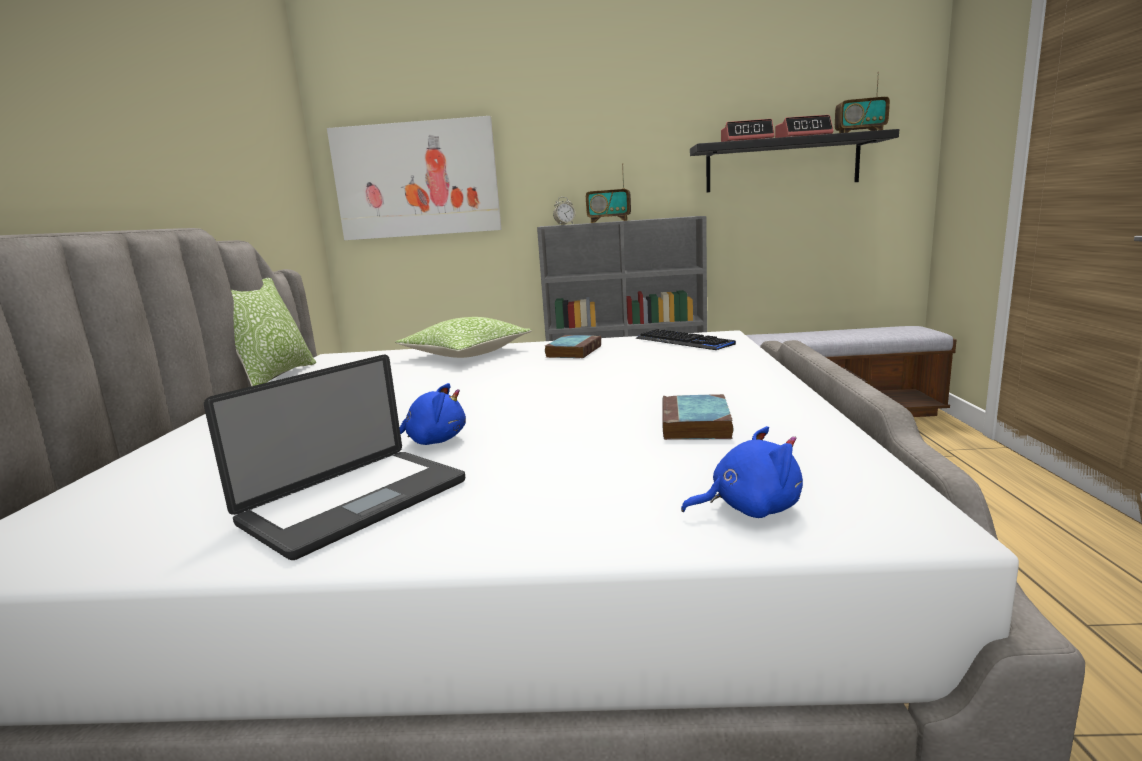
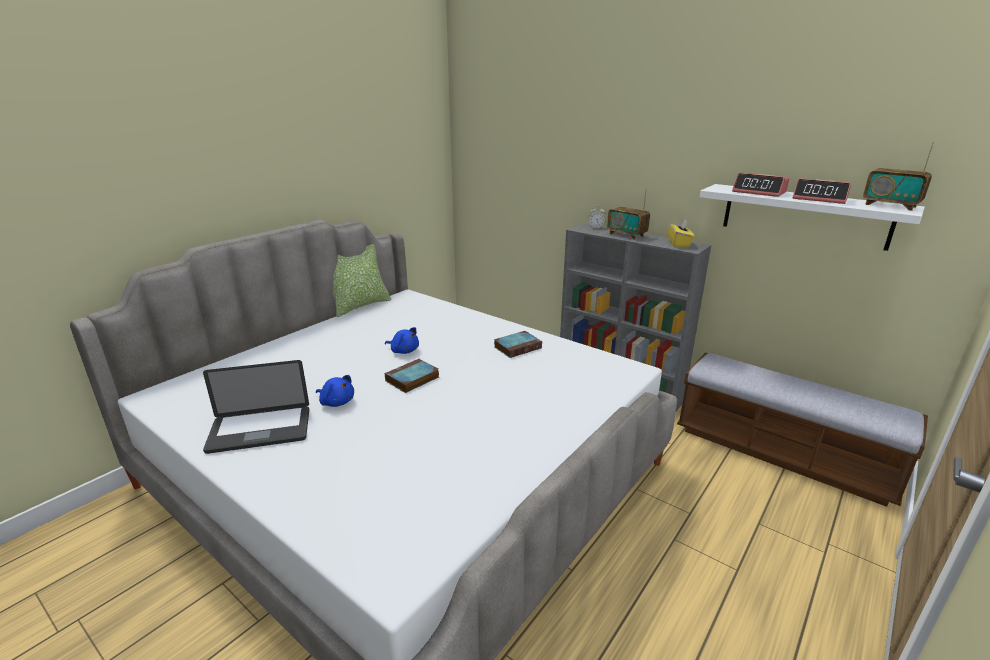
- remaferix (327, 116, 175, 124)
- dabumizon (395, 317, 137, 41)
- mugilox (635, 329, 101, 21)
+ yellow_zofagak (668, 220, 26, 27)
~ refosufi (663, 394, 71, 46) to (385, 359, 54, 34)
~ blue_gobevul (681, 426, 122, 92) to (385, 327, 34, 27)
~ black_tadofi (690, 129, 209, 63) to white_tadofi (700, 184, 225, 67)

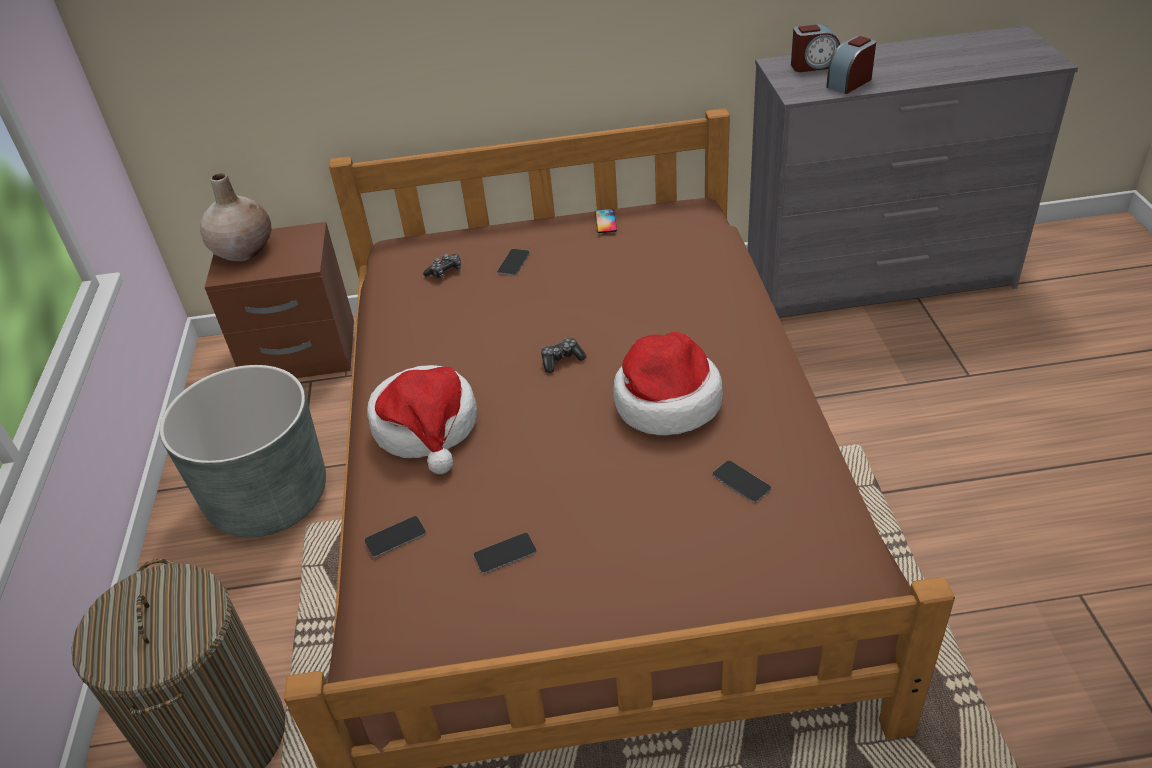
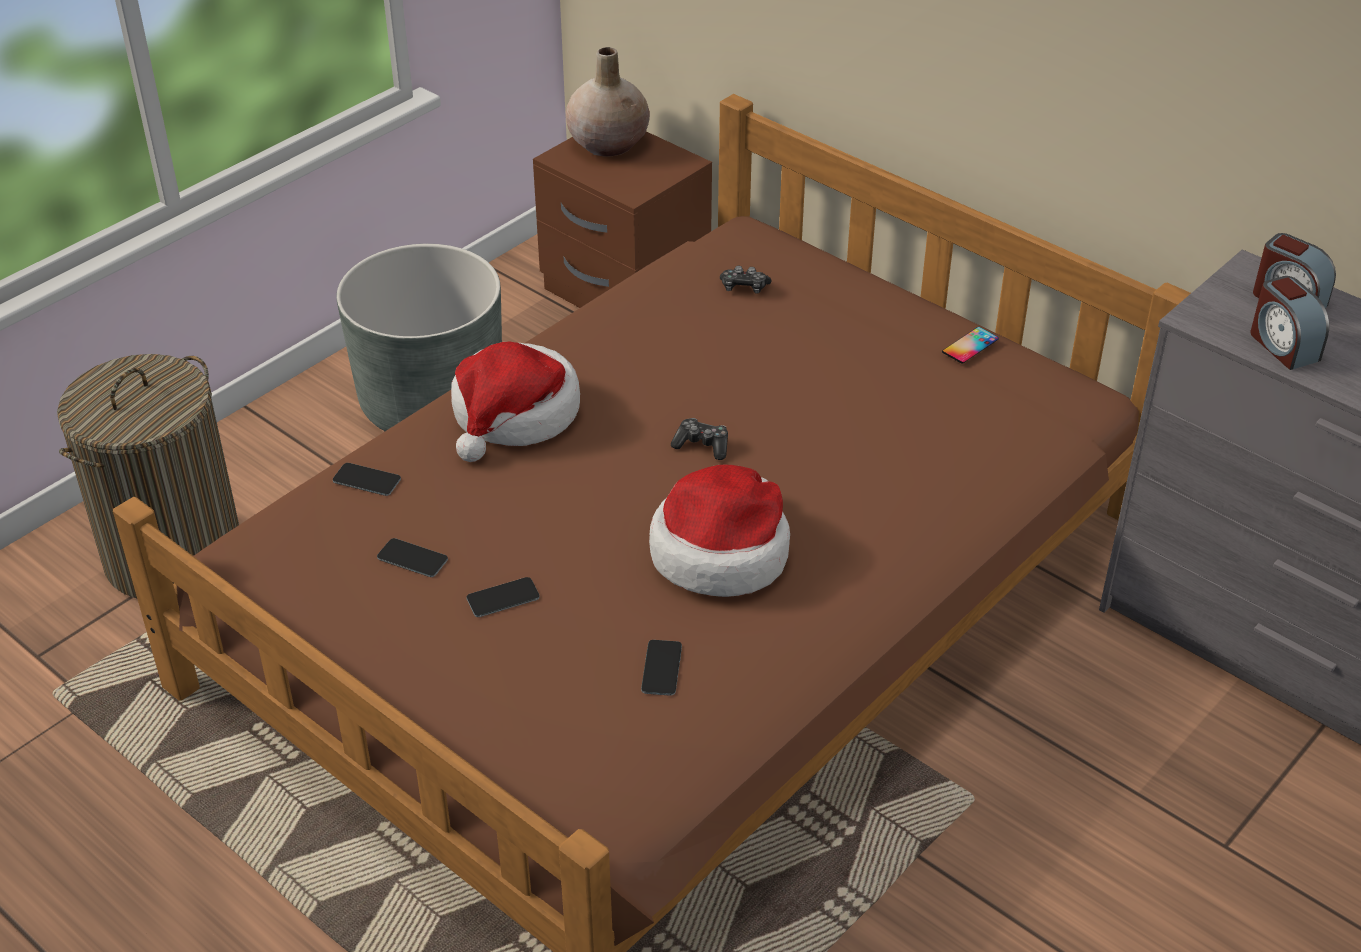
~ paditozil (497, 249, 33, 27) to (466, 577, 74, 40)
~ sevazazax (826, 36, 50, 58) = (1250, 276, 79, 94) 120 degrees counterclockwise

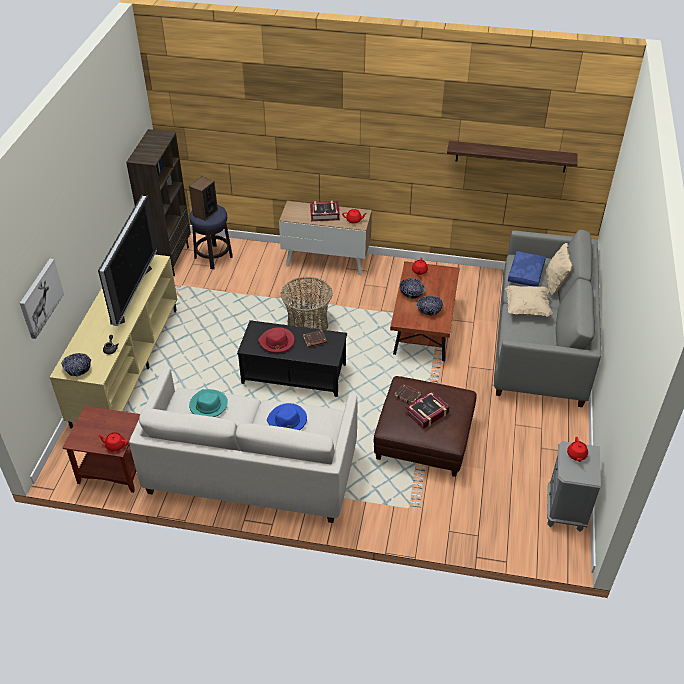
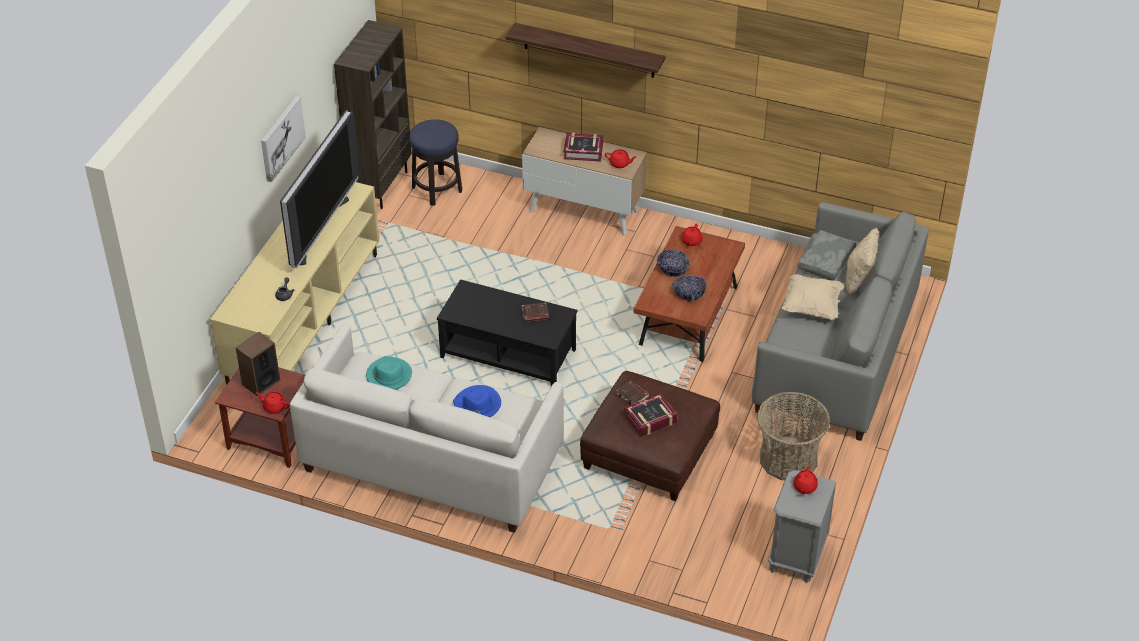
- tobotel (61, 353, 30, 23)
- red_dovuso (258, 327, 37, 26)
~ remaferix (20, 259, 44, 80) to (261, 96, 45, 86)
~ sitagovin (189, 177, 29, 44) to (236, 332, 44, 64)
~ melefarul (281, 277, 51, 53) to (757, 392, 73, 88)
~ tadofi (447, 141, 131, 31) to (505, 23, 160, 55)
~ blue_dabumizon (508, 251, 38, 36) to grey_dabumizon (797, 230, 59, 51)

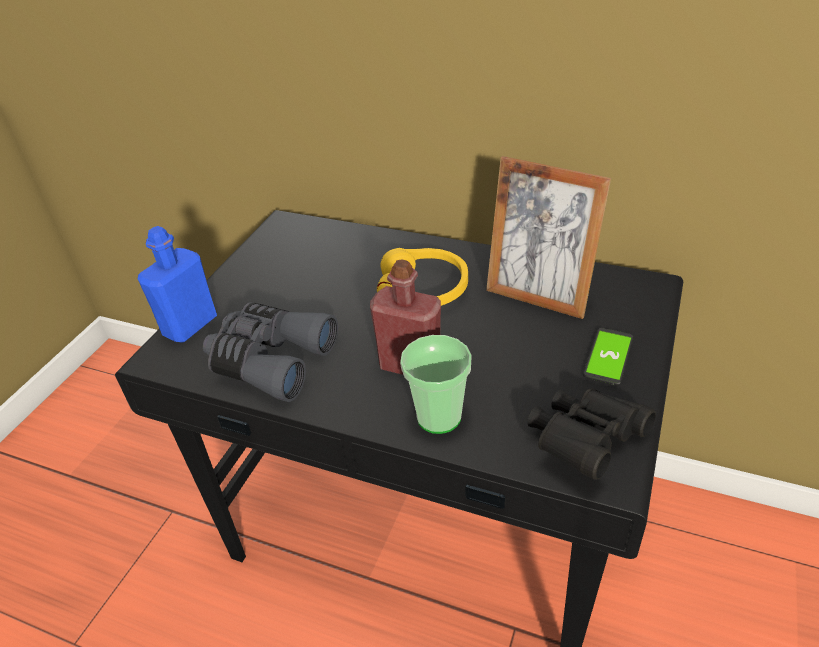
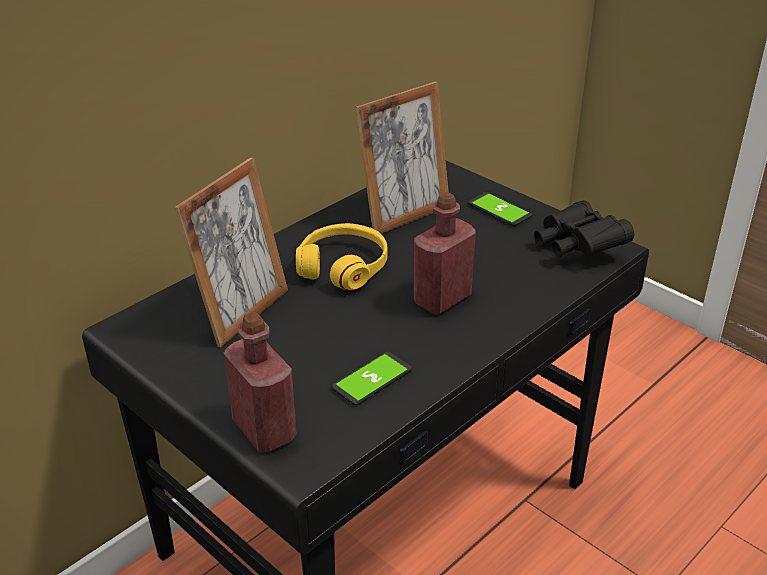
- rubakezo (400, 335, 72, 99)
+ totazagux (174, 158, 114, 189)
~ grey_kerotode (203, 302, 135, 100) to paditozil (332, 352, 80, 53)
~ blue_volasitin (138, 226, 79, 116) to red_volasitin (223, 312, 74, 140)

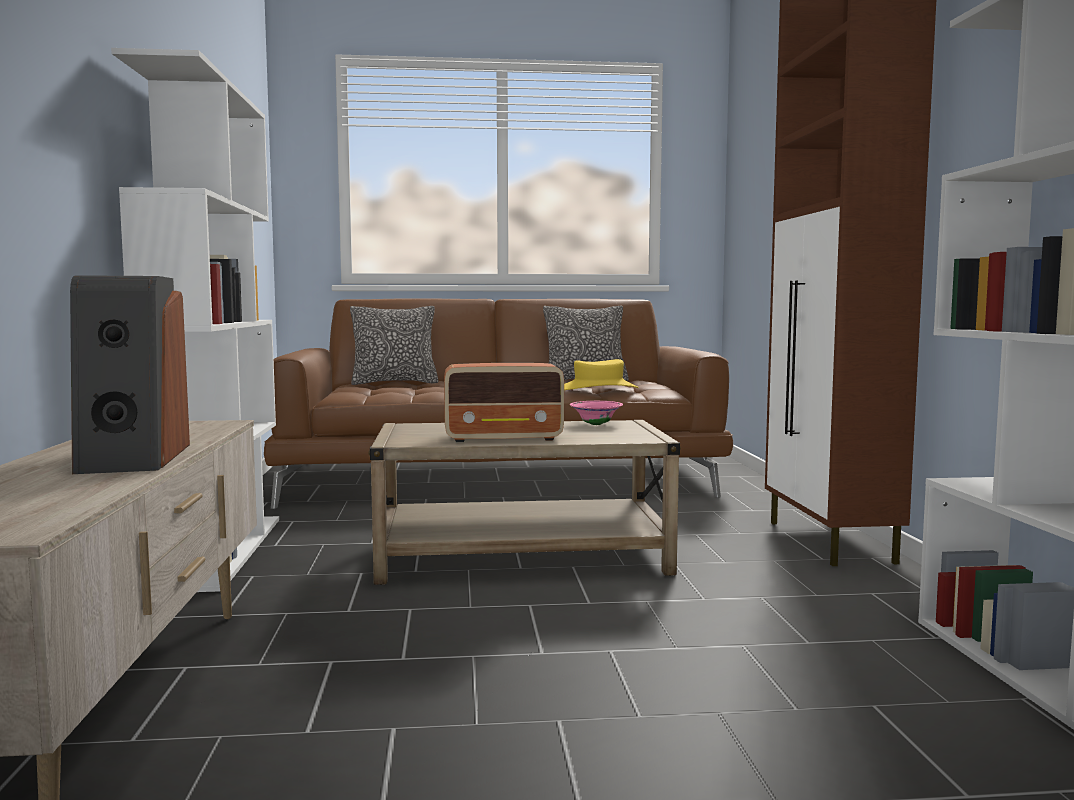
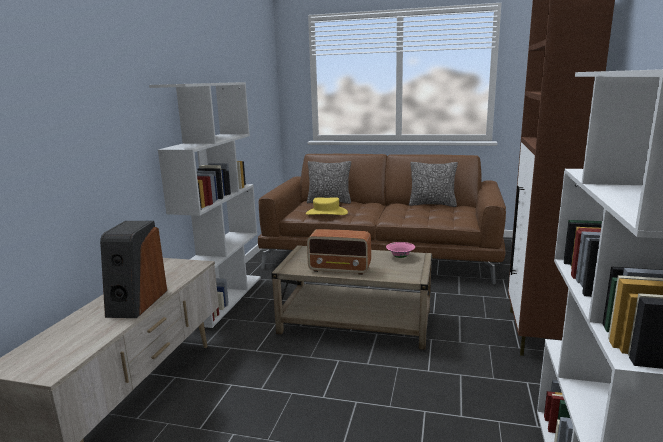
~ yellow_dovuso (564, 359, 75, 31) to (306, 197, 42, 18)

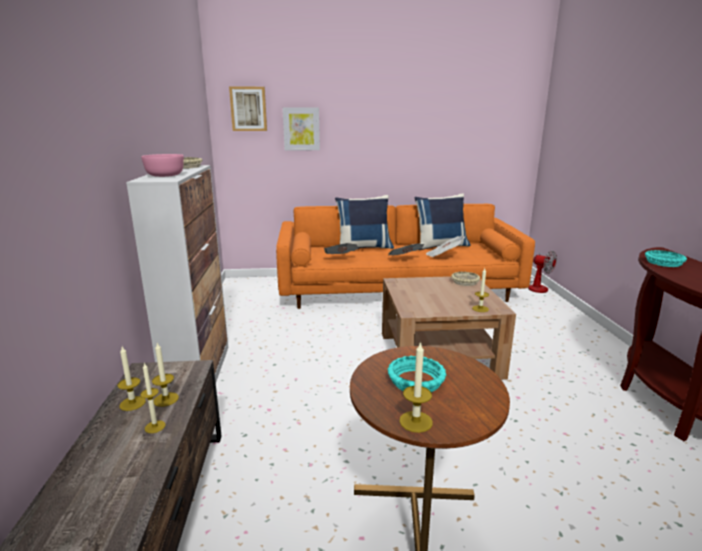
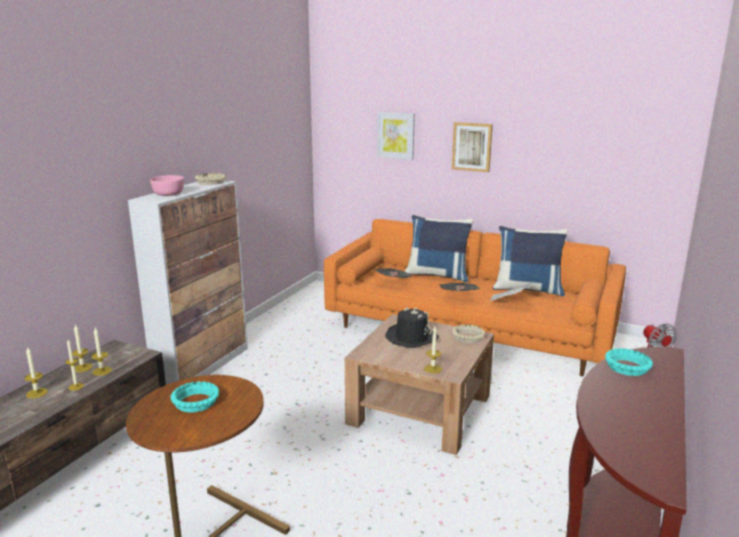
+ black_dovuso (385, 307, 54, 41)
~ remaferix (229, 87, 38, 44) to (452, 122, 41, 50)
~ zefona (399, 341, 34, 92) to (24, 347, 24, 52)

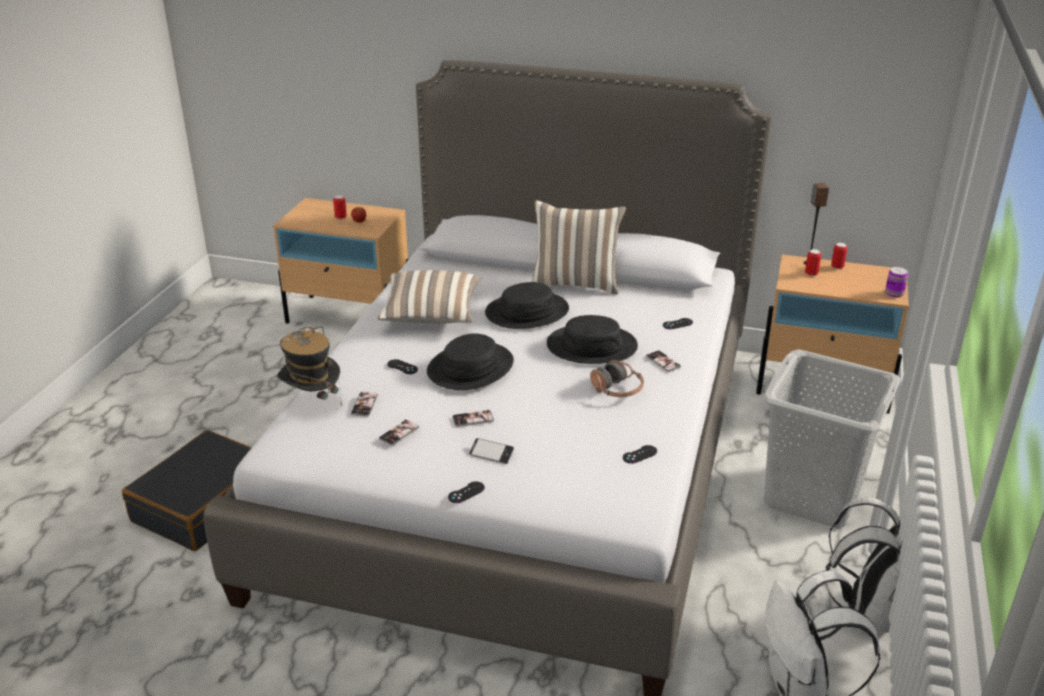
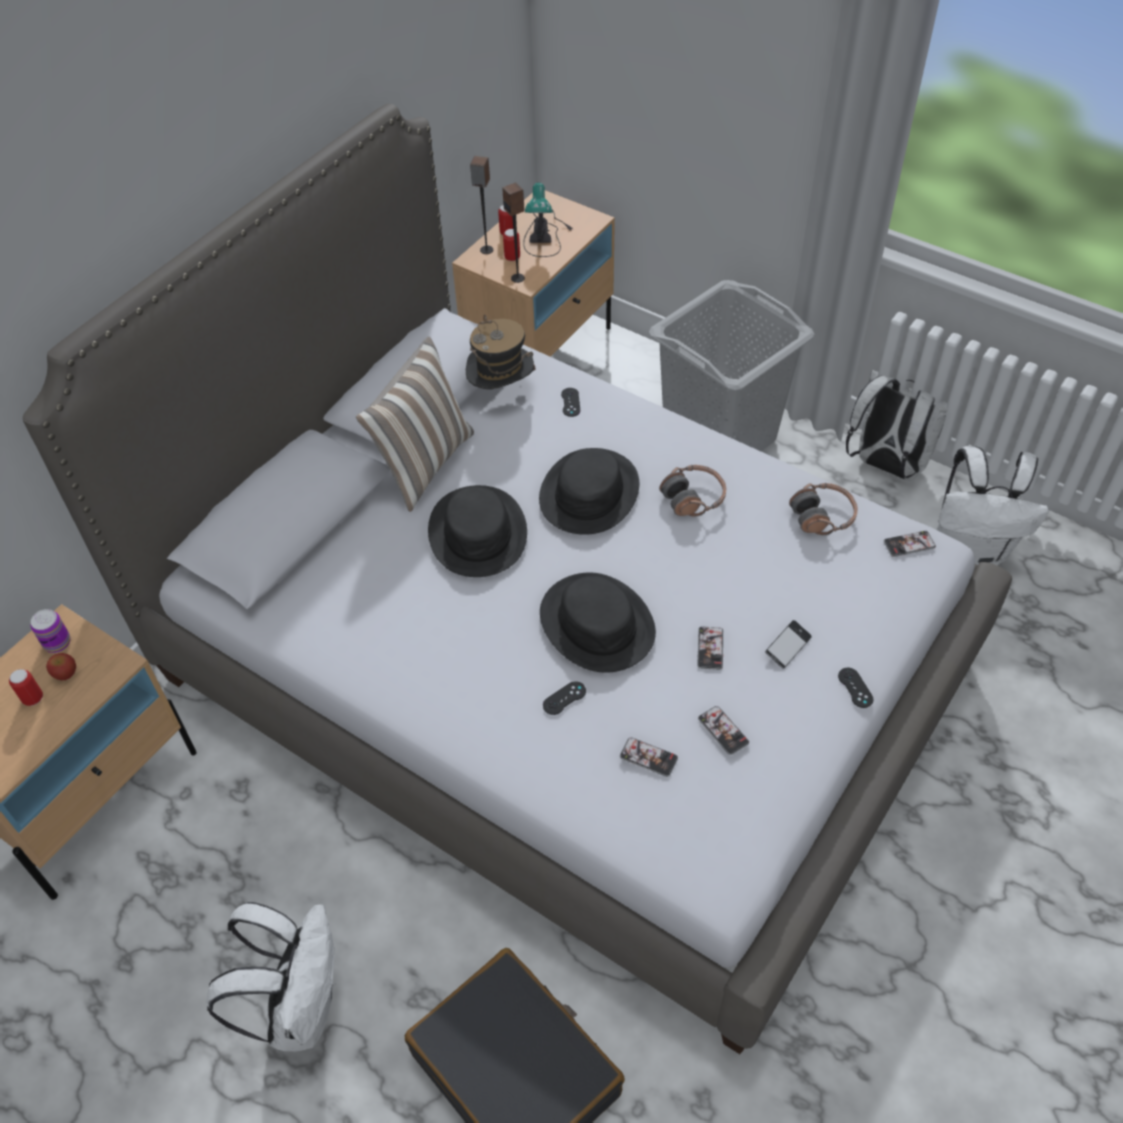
- dabumizon (377, 270, 105, 54)
+ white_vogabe (206, 902, 130, 150)
+ sitagovin (502, 183, 23, 100)
+ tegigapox (523, 182, 49, 75)
~ dovuso (277, 326, 65, 81) to (466, 314, 69, 76)
~ paditozil (646, 350, 35, 22) to (884, 531, 52, 26)
~ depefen (885, 267, 23, 31) to (30, 609, 41, 44)
~ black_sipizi (623, 445, 34, 19) to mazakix (789, 483, 69, 52)

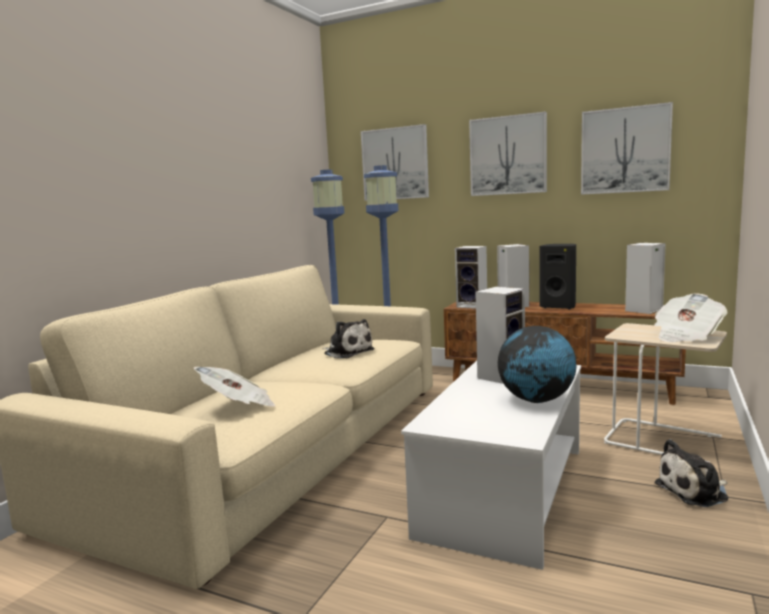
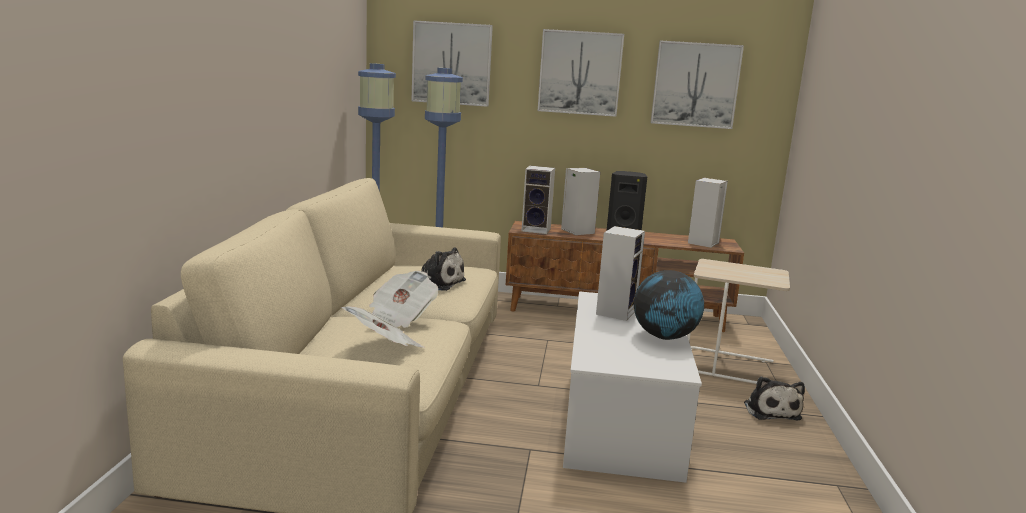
~ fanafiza (654, 293, 74, 49) to (369, 271, 69, 57)
~ gobevul (655, 439, 74, 68) = (744, 376, 61, 45) 60 degrees counterclockwise

